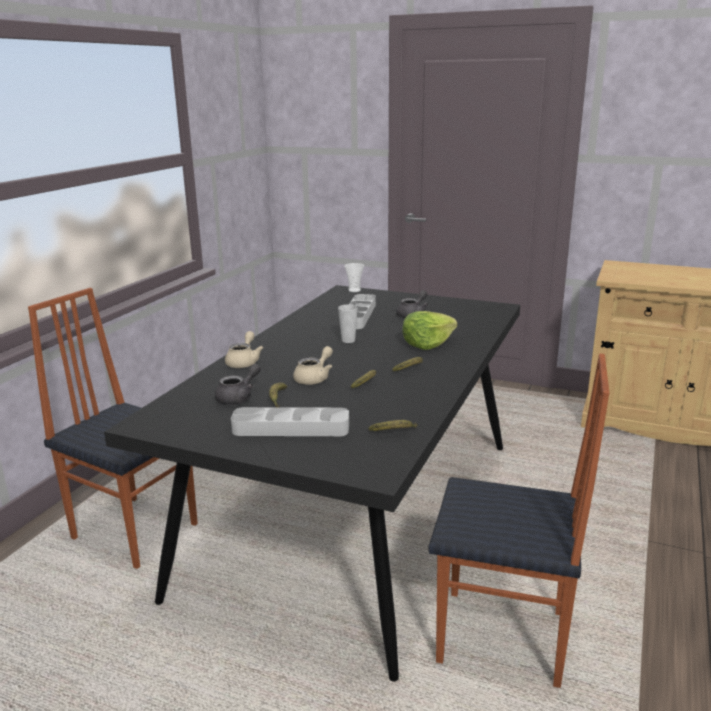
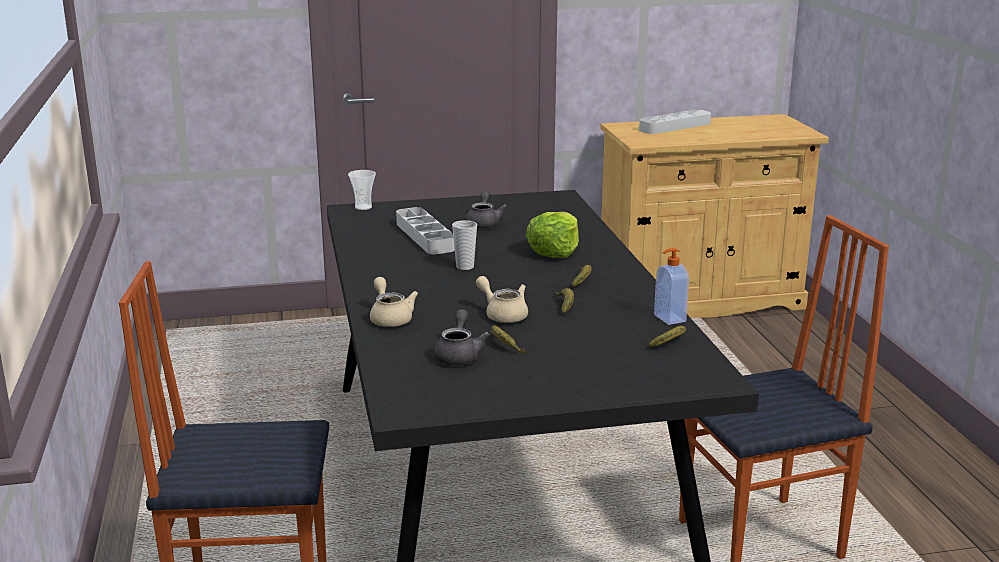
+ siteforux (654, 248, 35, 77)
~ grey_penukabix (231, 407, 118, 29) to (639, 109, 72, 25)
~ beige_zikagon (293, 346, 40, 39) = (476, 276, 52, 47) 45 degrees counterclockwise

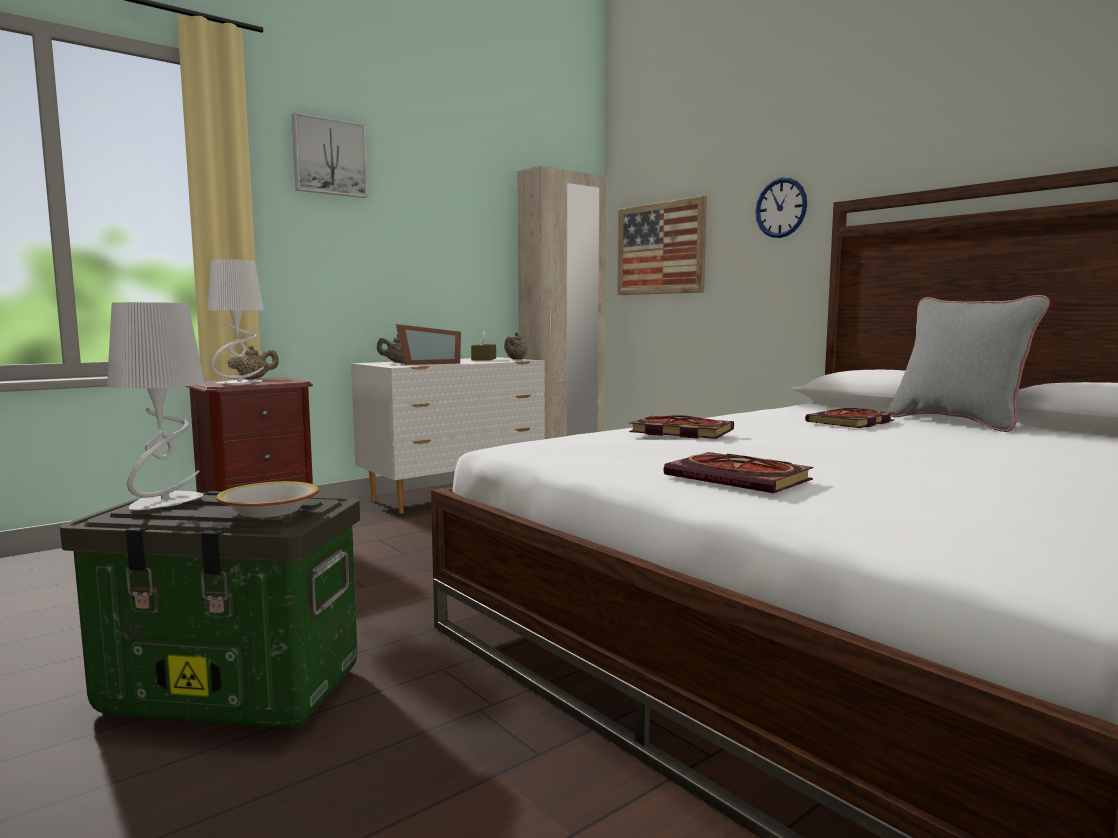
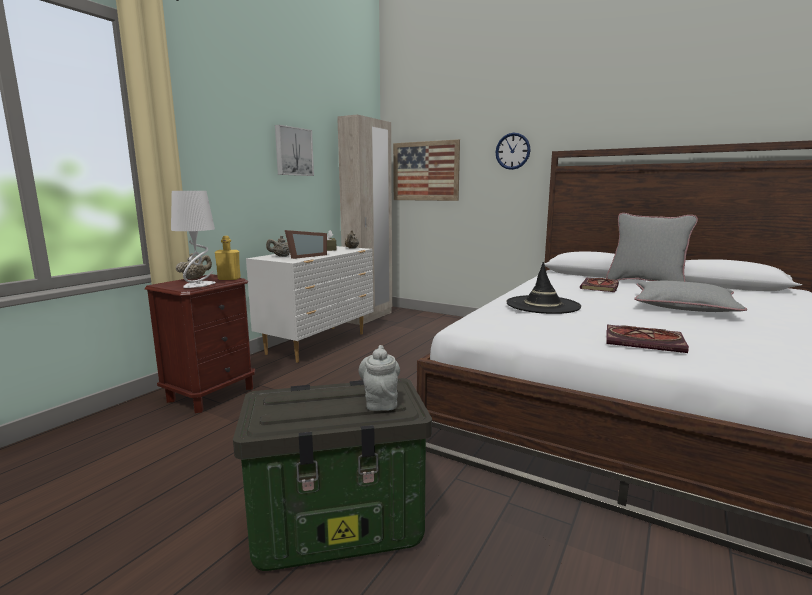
- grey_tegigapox (107, 302, 97, 208)
+ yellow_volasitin (215, 236, 26, 44)
+ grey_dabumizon (634, 281, 113, 31)
~ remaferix (292, 112, 76, 86) to (275, 125, 39, 51)
~ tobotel (217, 481, 102, 38) to grey_zikagon (358, 345, 42, 66)
~ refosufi (629, 415, 105, 24) to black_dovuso (506, 262, 75, 52)

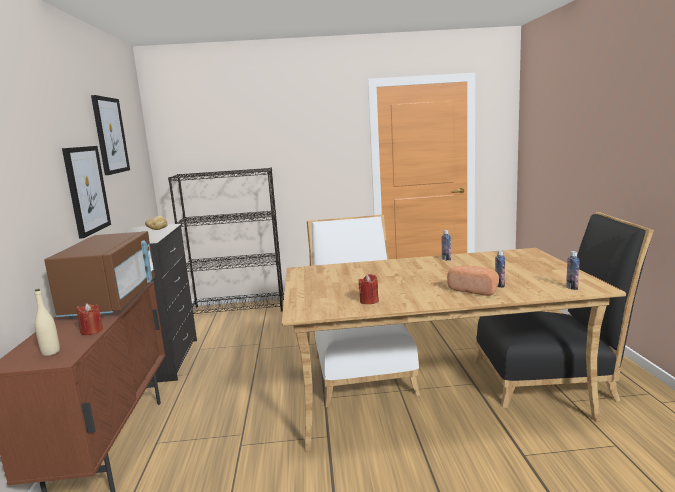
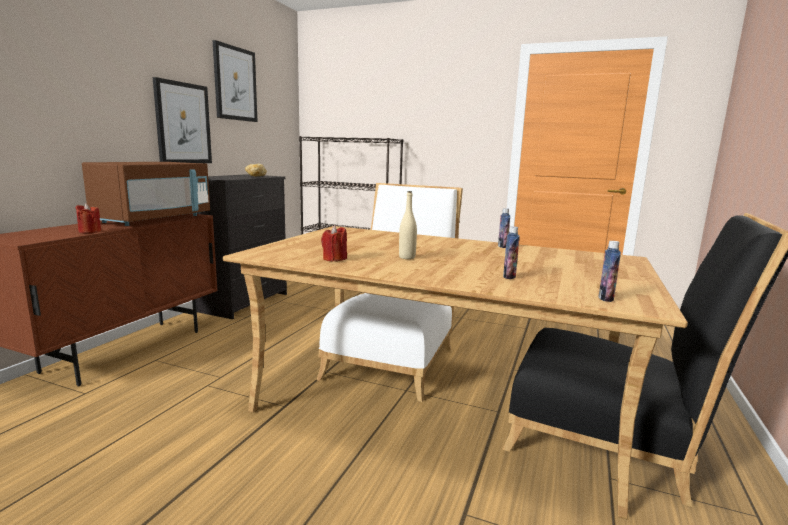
- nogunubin (447, 265, 52, 31)
~ beige_volasitin (34, 289, 26, 67) to (399, 191, 18, 68)

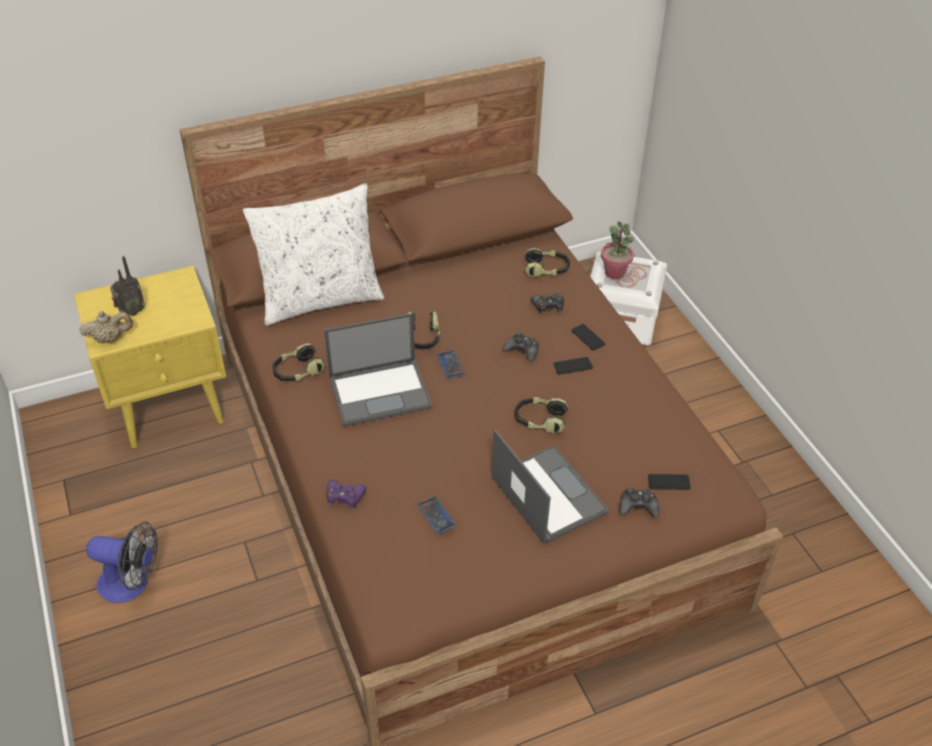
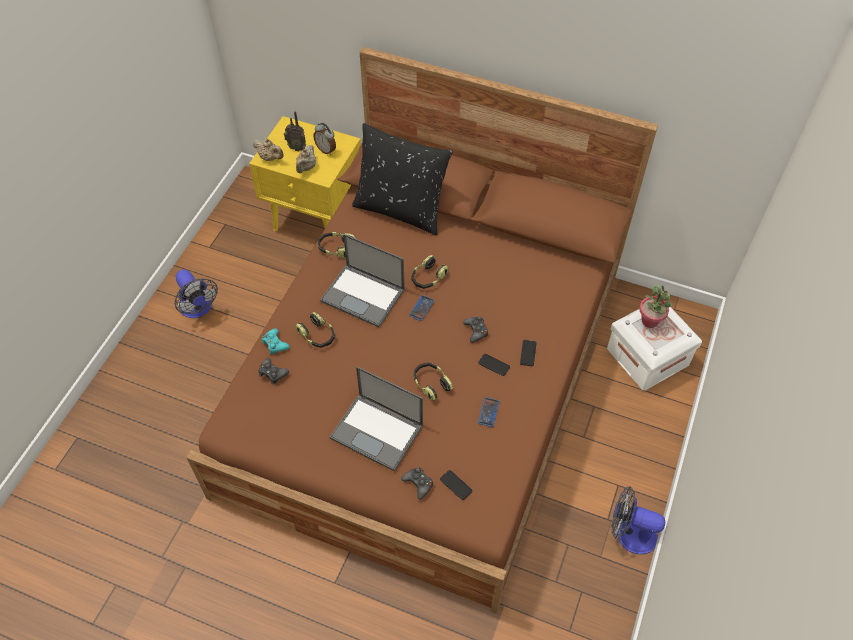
+ beige_zikagon (296, 145, 20, 28)
+ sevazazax (313, 123, 23, 32)
+ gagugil (612, 486, 53, 68)
~ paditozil (418, 496, 38, 38) to (478, 397, 22, 30)
~ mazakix (525, 248, 45, 29) to (296, 312, 39, 36)
~ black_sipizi (531, 293, 33, 21) to (258, 358, 31, 26)
~ white_dabumizon (243, 183, 141, 142) to black_dabumizon (352, 123, 101, 113)
~ purple_sipizi (326, 480, 40, 29) to turquoise_sipizi (262, 328, 28, 26)
~ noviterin (491, 429, 118, 116) = (330, 366, 93, 105) 105 degrees clockwise

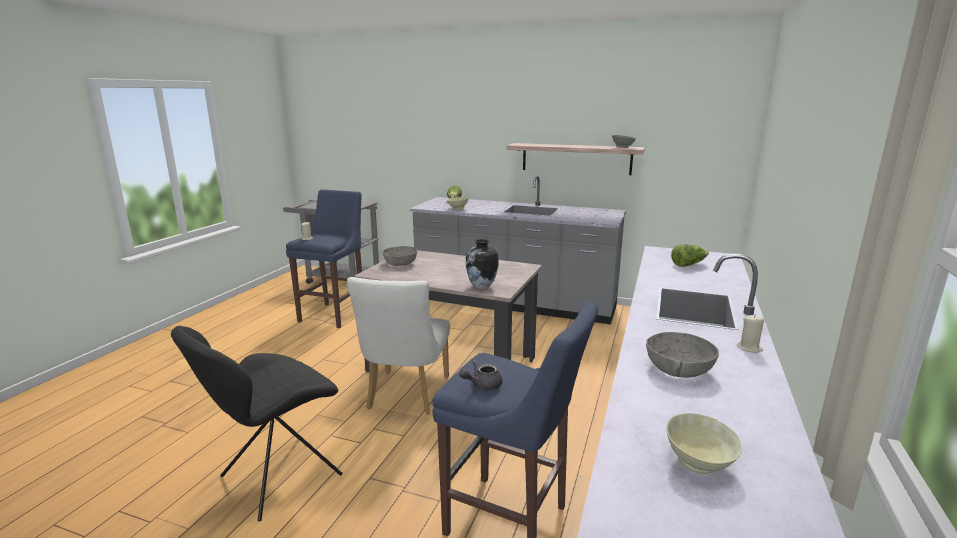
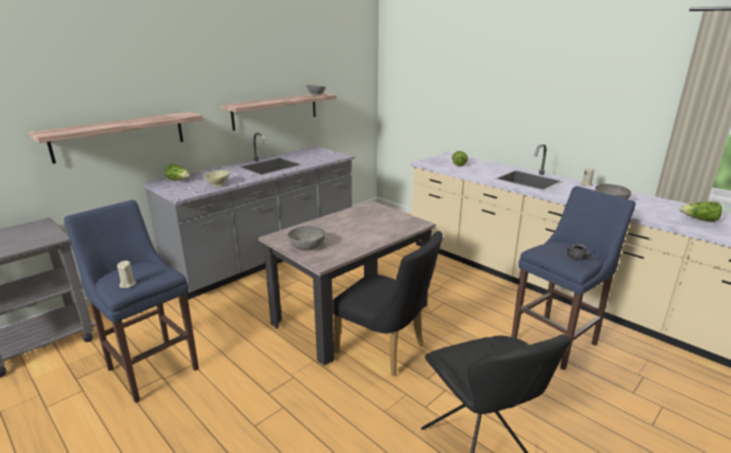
- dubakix (466, 239, 33, 51)
+ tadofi (29, 112, 174, 52)
~ beige_tobotel (666, 413, 76, 61) to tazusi (679, 201, 43, 21)
~ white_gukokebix (347, 277, 103, 138) to black_gukokebix (333, 231, 110, 146)

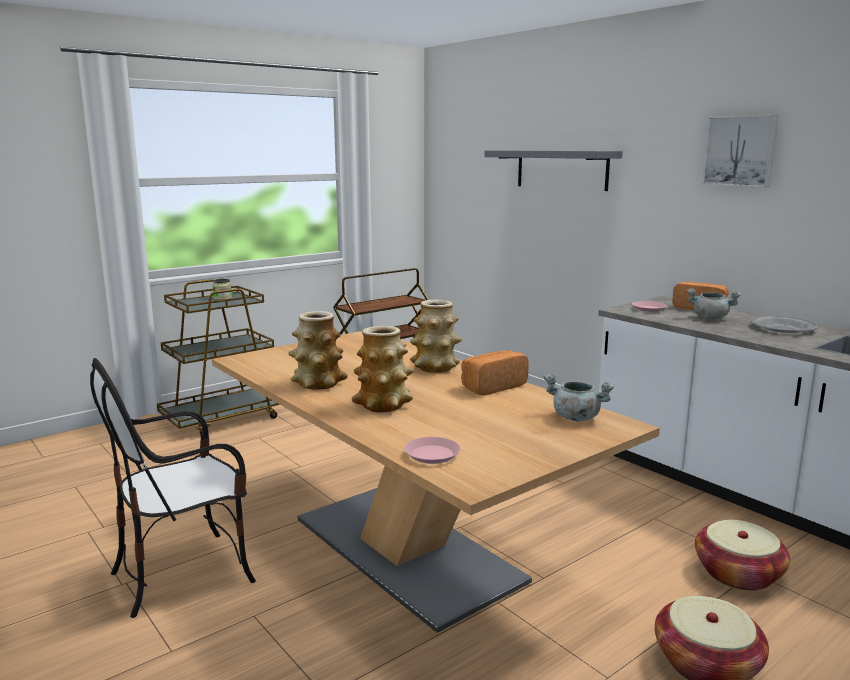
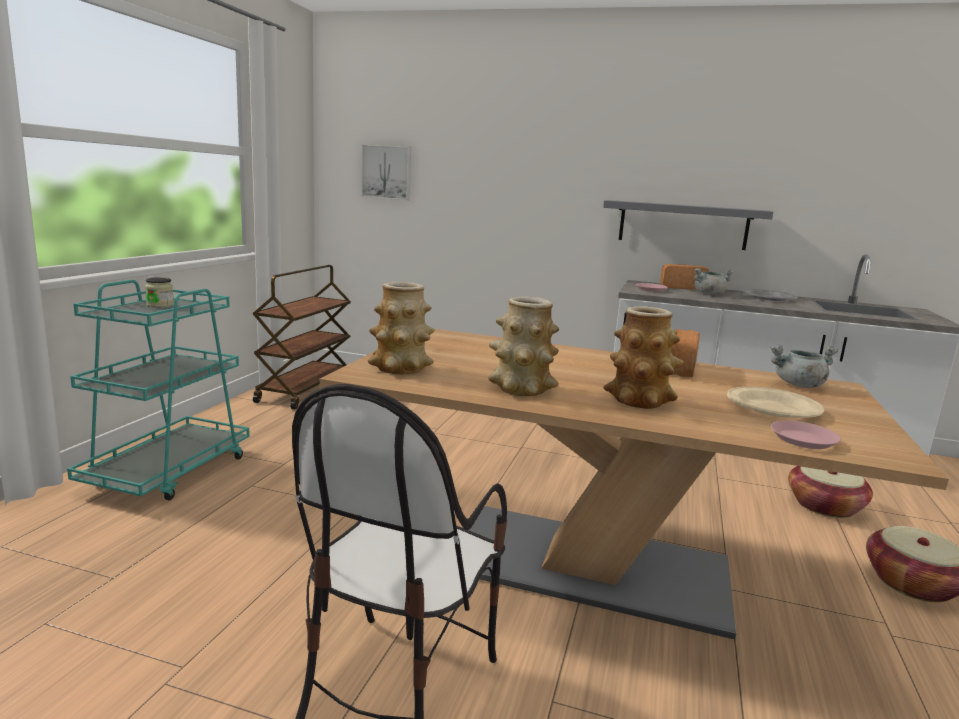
+ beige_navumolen (727, 386, 97, 32)
~ dubakix (410, 299, 52, 74) to (368, 282, 67, 92)
~ grey_tadofi (484, 150, 139, 41) to (603, 200, 170, 50)
~ remaferix (702, 115, 77, 72) to (361, 144, 50, 56)
~ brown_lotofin (157, 279, 123, 156) to turquoise_lotofin (67, 280, 183, 220)

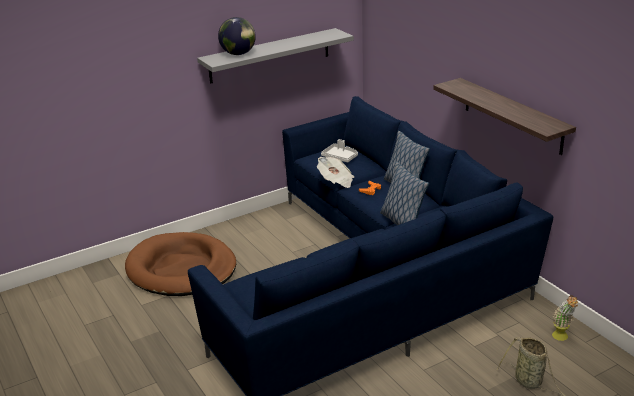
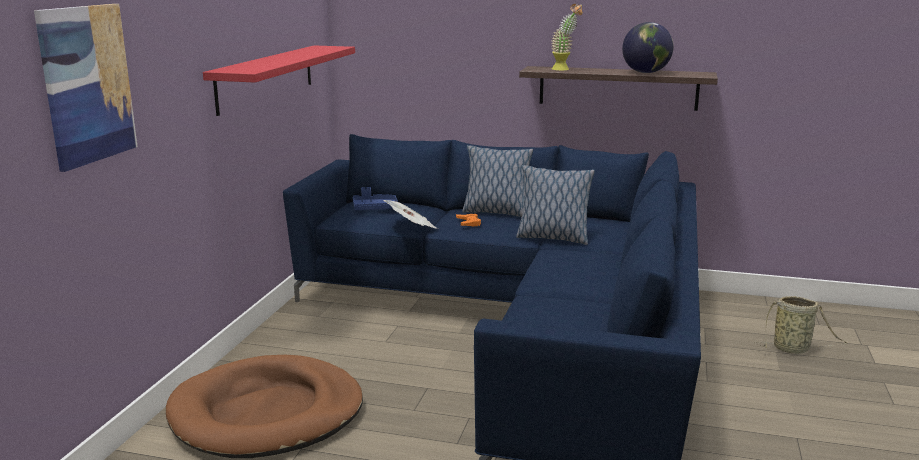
+ remaferix (34, 4, 103, 168)
~ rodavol (218, 17, 38, 38) to (622, 22, 52, 51)
~ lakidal (552, 295, 26, 46) to (551, 4, 32, 67)
~ grey_tadofi (197, 28, 157, 56) to red_tadofi (203, 45, 152, 71)
~ grey_penukabix (321, 139, 37, 23) to blue_penukabix (353, 187, 45, 23)

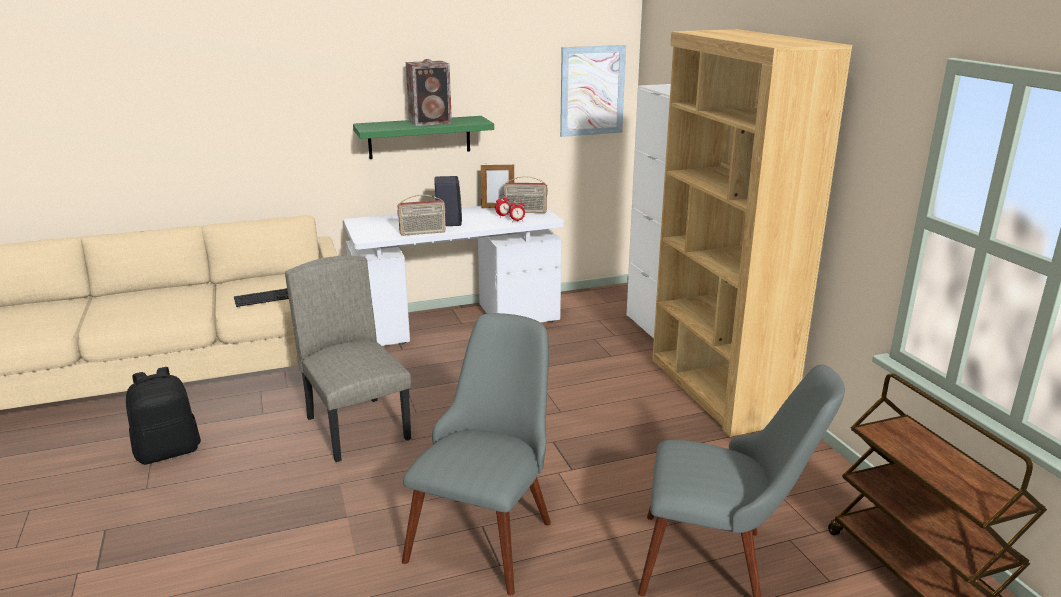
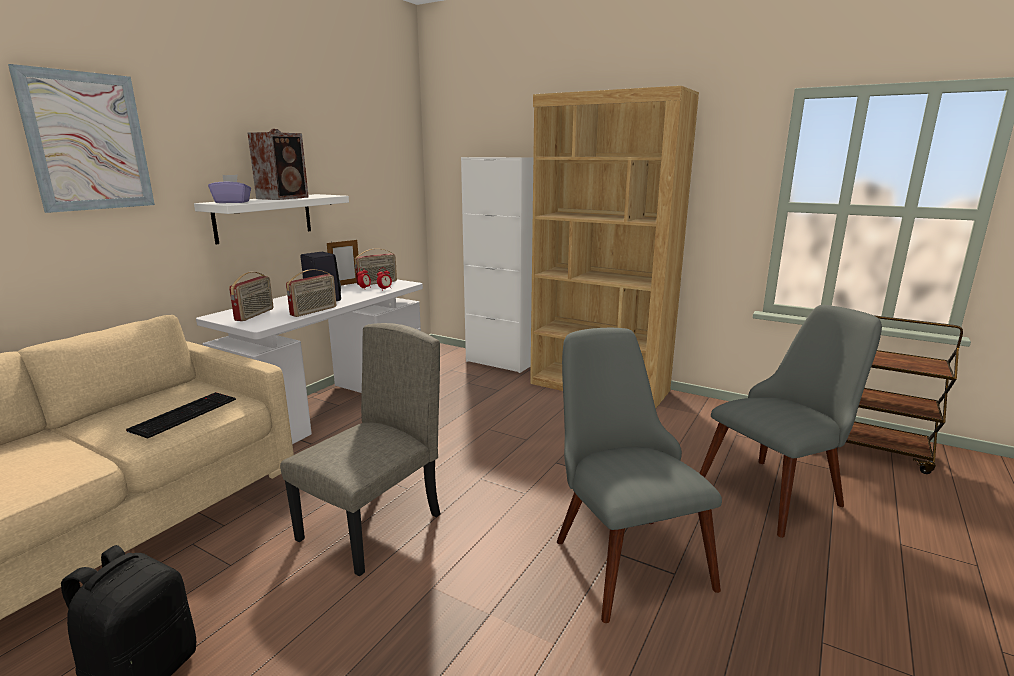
+ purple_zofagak (208, 175, 43, 28)
+ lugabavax (229, 272, 45, 49)
~ remaferix (560, 45, 66, 92) to (8, 64, 147, 149)
~ green_tadofi (353, 116, 141, 43) to white_tadofi (194, 194, 155, 50)
~ beige_gukokebix (285, 256, 126, 206) = (280, 323, 160, 253) 105 degrees clockwise

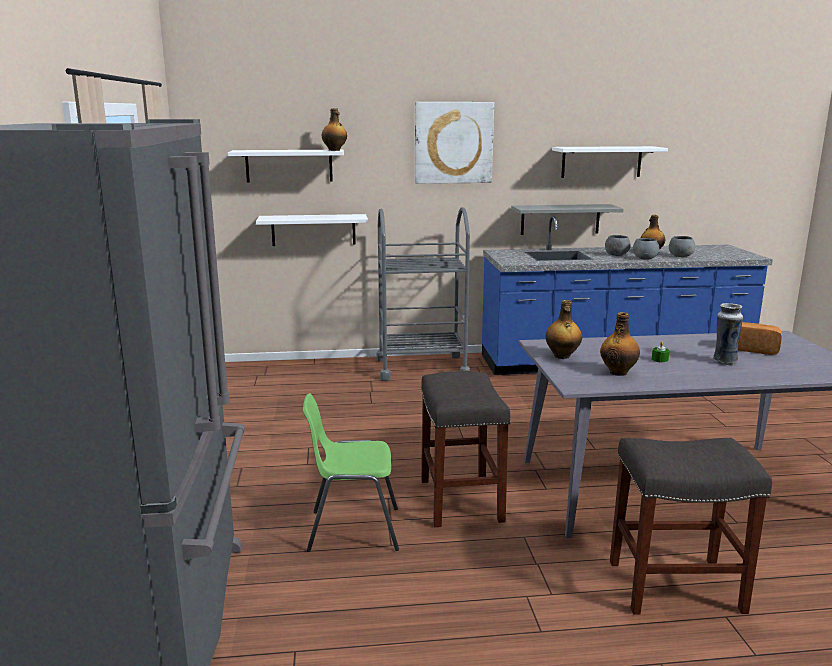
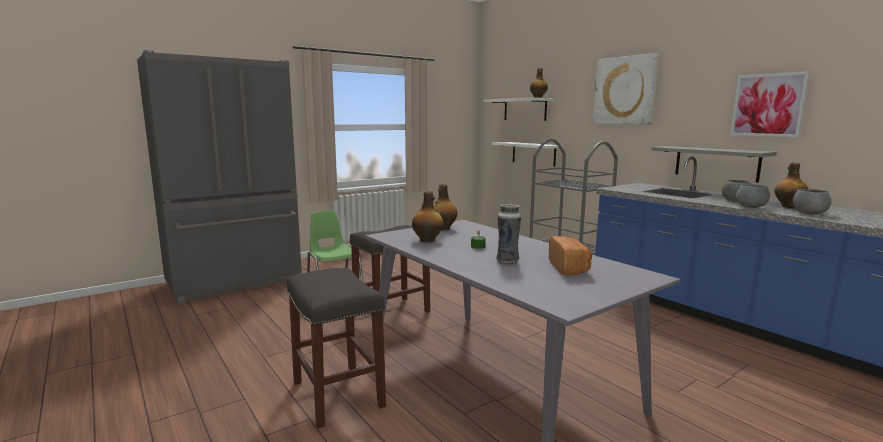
~ white_tadofi (552, 146, 116, 32) to remaferix (730, 71, 80, 66)

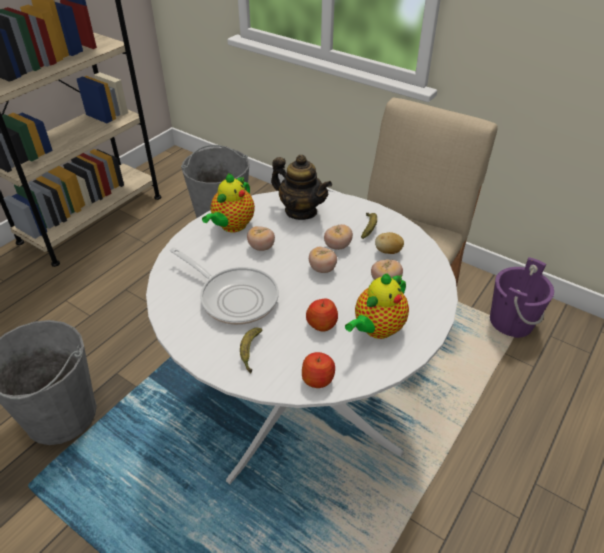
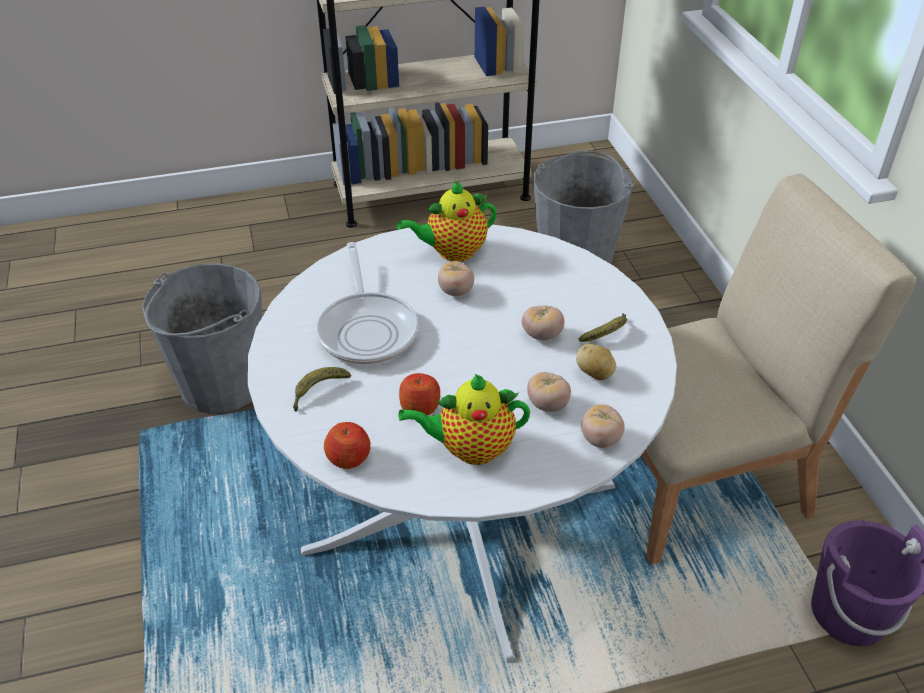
- zikagon (271, 155, 61, 65)
~ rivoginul (309, 247, 28, 26) to (581, 404, 44, 44)

